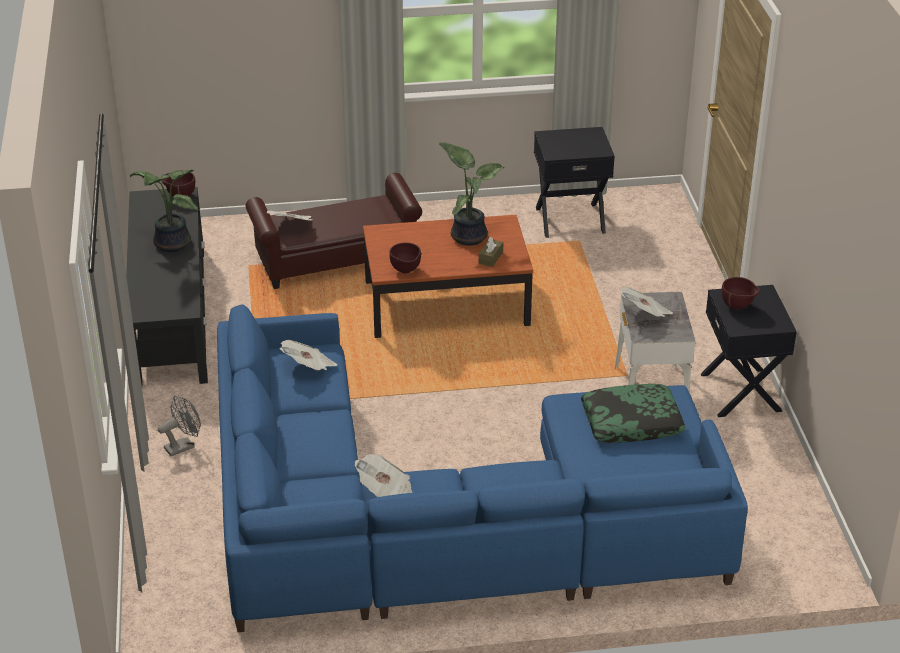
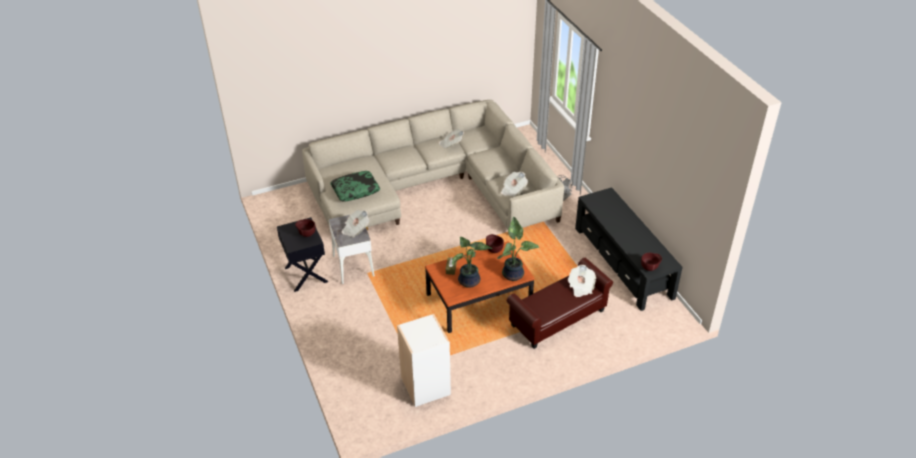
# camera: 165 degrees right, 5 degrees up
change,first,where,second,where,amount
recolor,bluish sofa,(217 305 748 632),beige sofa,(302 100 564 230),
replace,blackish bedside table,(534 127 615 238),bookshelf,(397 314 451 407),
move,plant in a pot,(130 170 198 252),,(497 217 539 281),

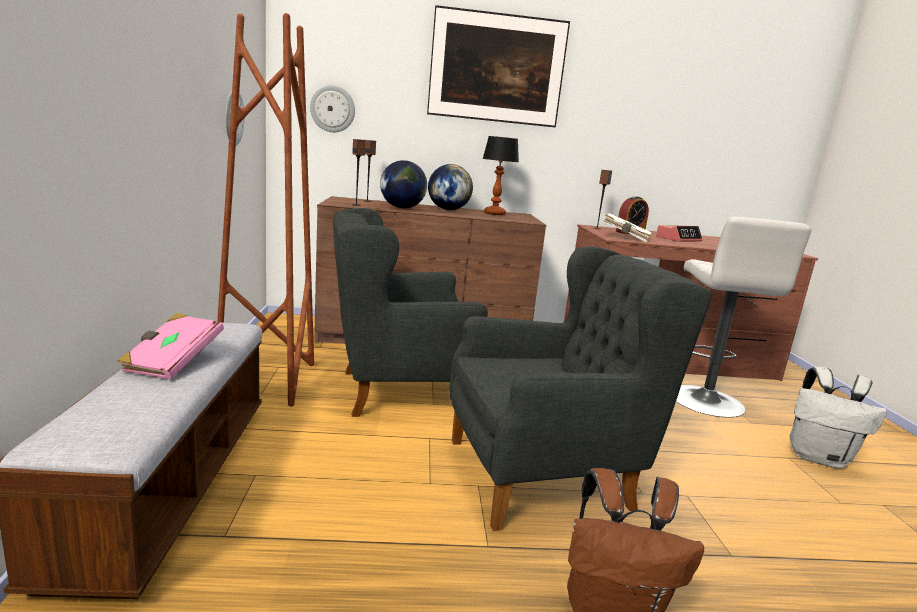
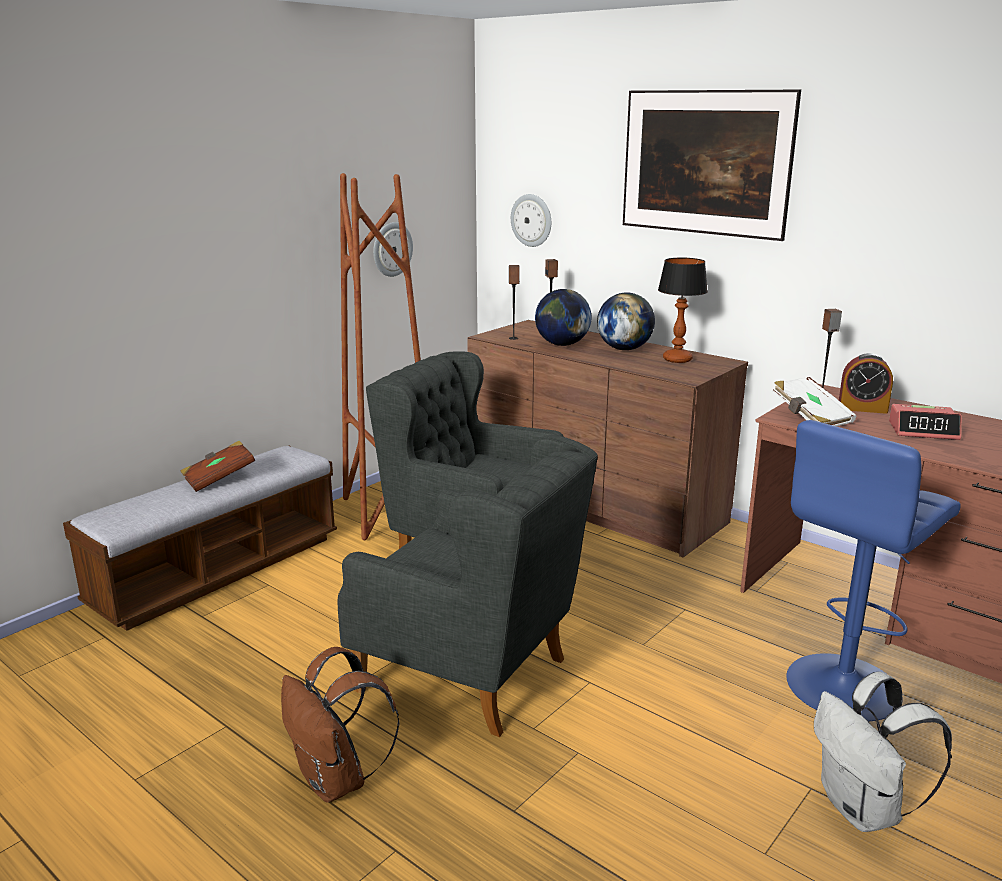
# camera: 45 degrees right, 5 degrees up
change,first,where,second,where,amount
recolor,pink book,(117 313 224 380),brownish book,(180 441 255 492),
recolor,white-coloured stool,(676 217 812 418),bluish stool,(786 420 961 722),

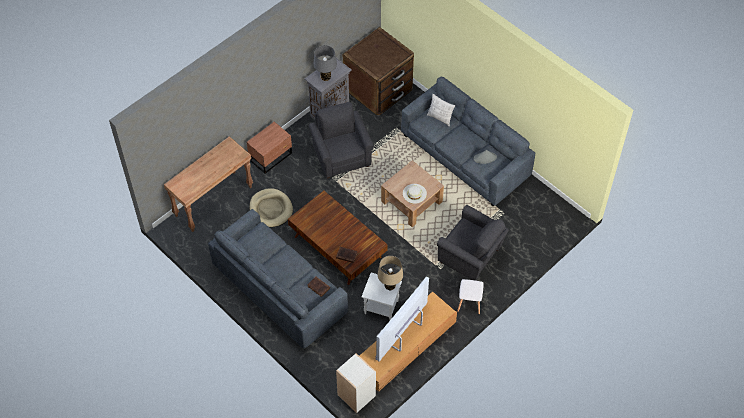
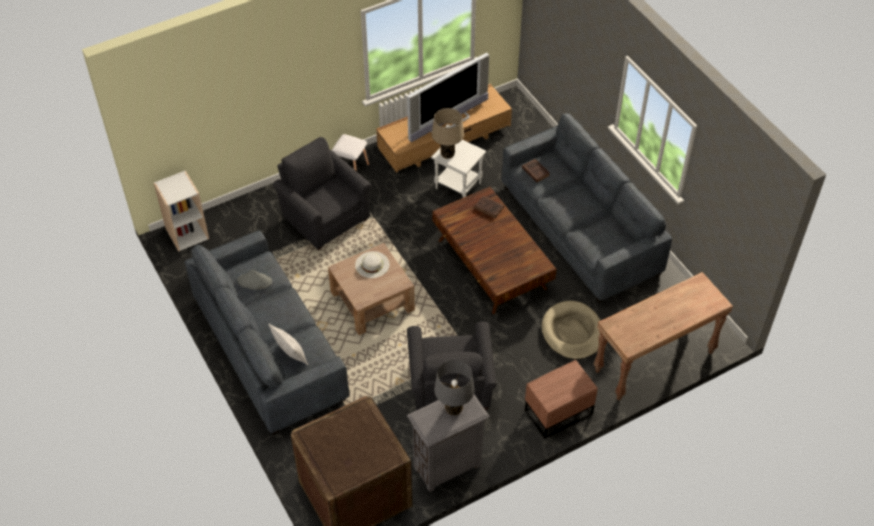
# camera: 165 degrees left, 5 degrees down
change,first,where,second,where,amount
move,bookshelf,(336 353 376 413),,(154 170 209 252),

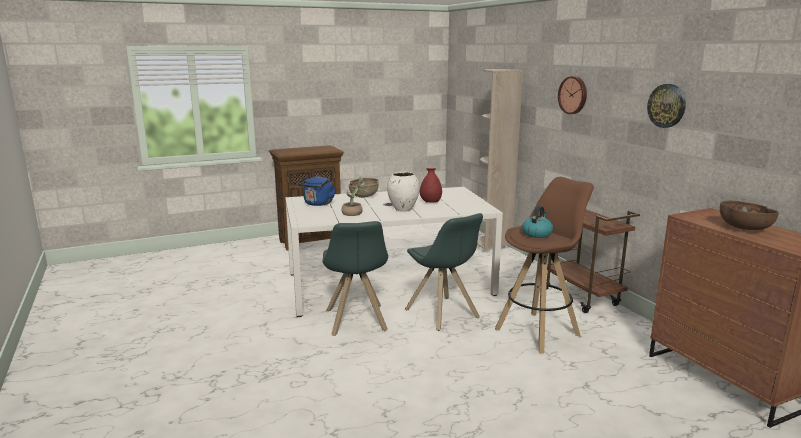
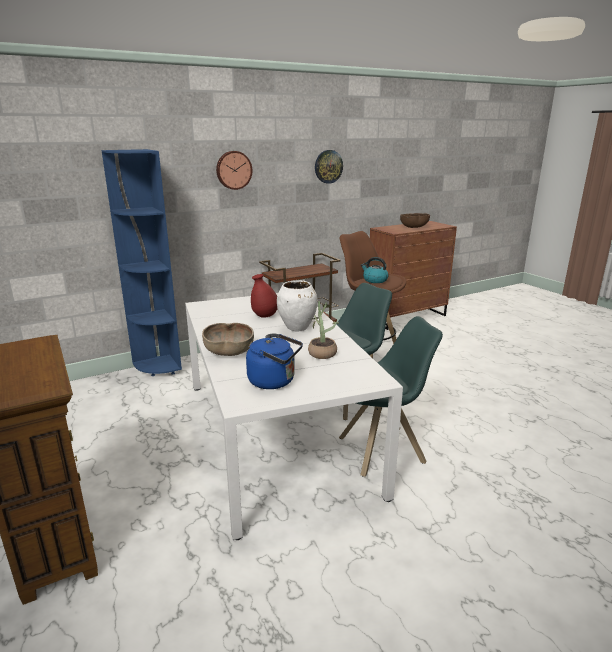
# camera: 95 degrees left, 5 degrees up
change,first,where,second,where,amount
recolor,beige bookshelf,(477 69 523 252),bluish bookshelf,(102 149 182 376),

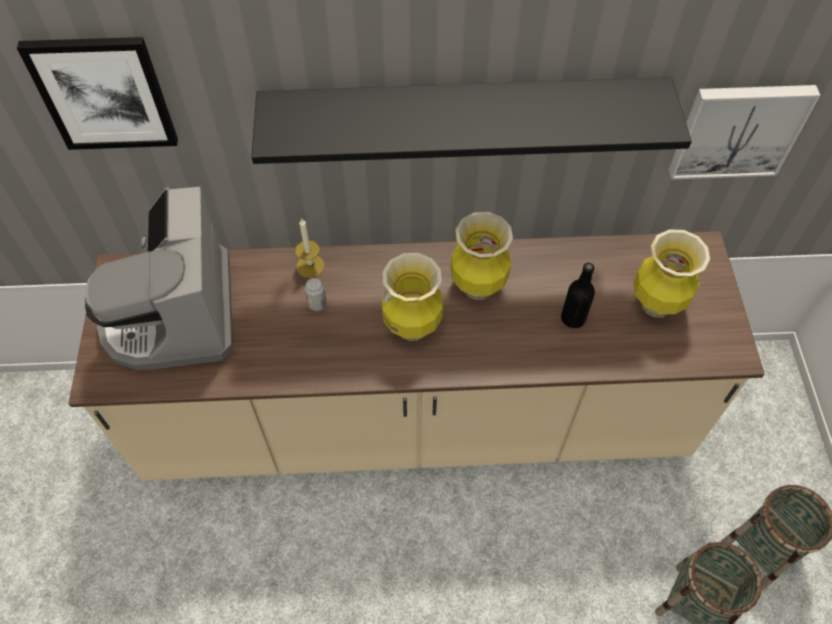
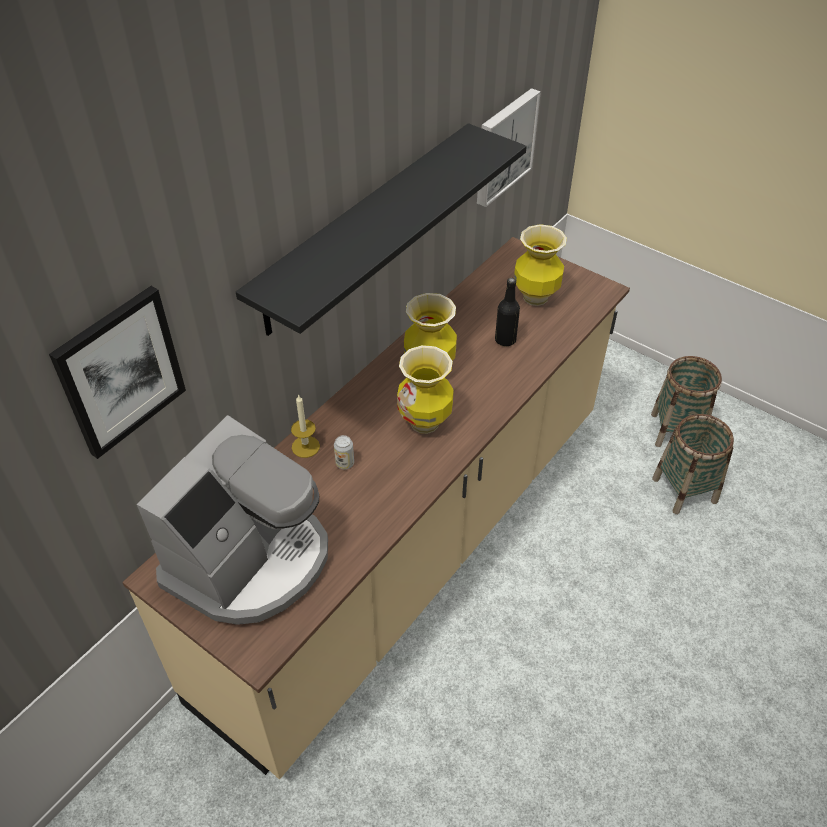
# camera: 50 degrees left, 10 degrees down
change,first,where,second,where,amount
rotate,coffee machine,(85 187 233 370),,(137 415 328 625),90 degrees counterclockwise

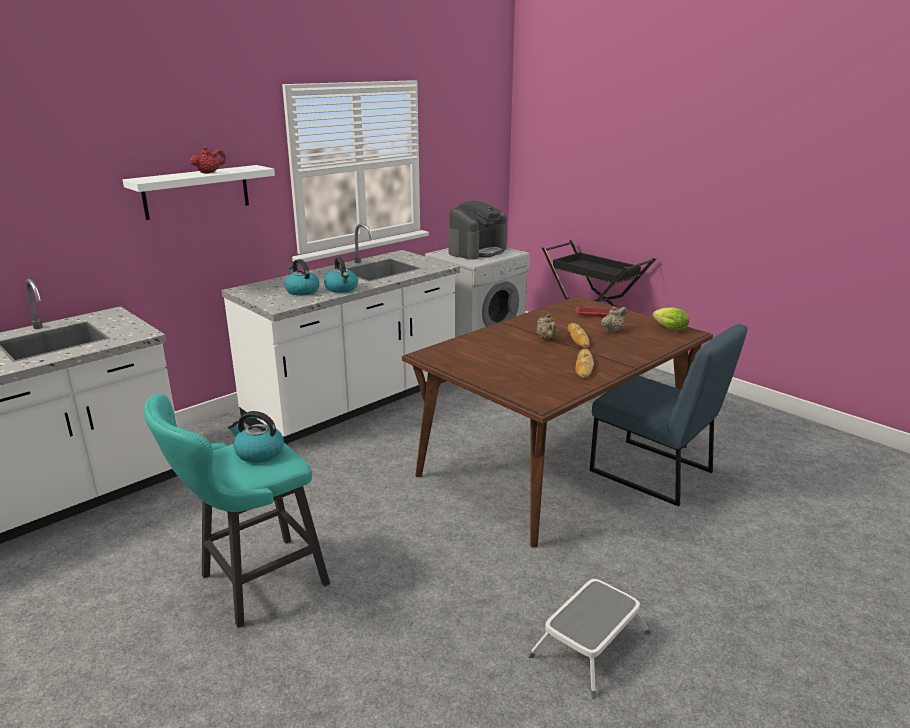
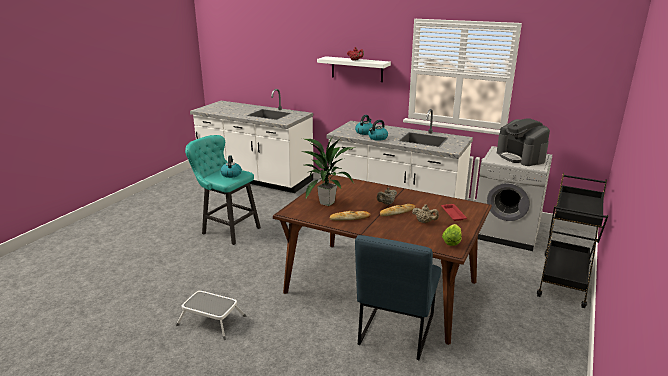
# camera: 70 degrees right, 0 degrees up
change,first,where,second,where,amount
insert,,,plant in a pot,(301 136 356 206),
rotate,coffee machine,(449 201 507 260),,(497 118 550 166),45 degrees clockwise

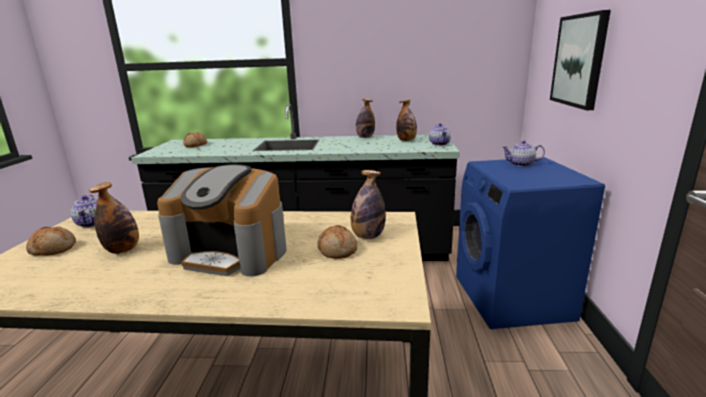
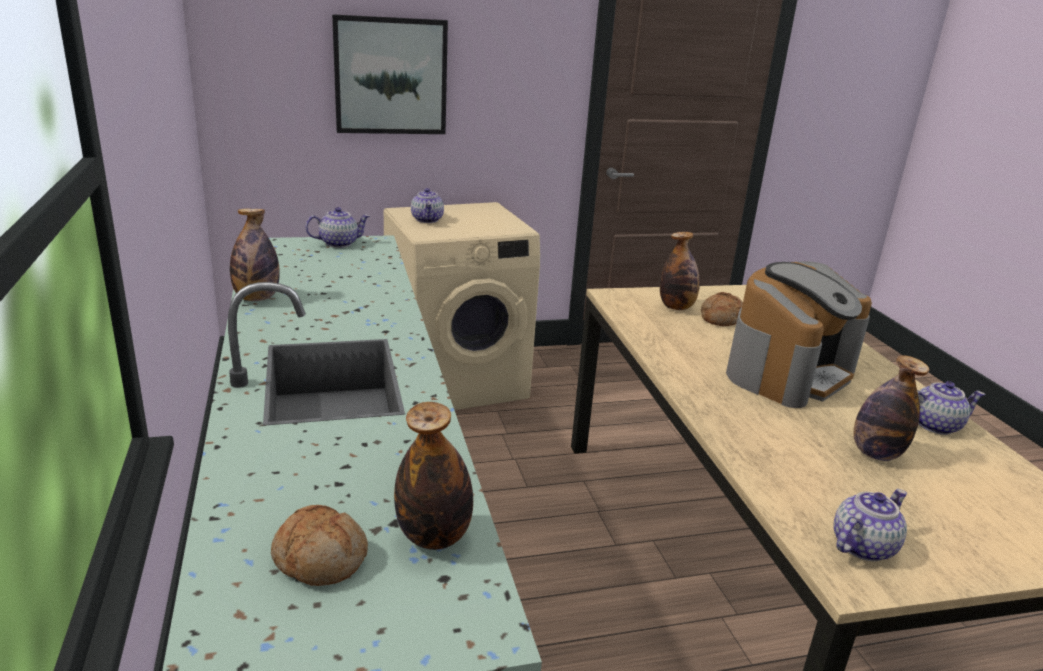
# camera: 110 degrees left, 5 degrees up
change,first,where,second,where,amount
recolor,bluish laundry appliance,(456 157 605 329),beige laundry appliance,(384 202 540 410),
move,drink bottle,(396 100 417 141),,(394 402 473 550),
rotate,coffee machine,(157 164 287 276),,(726 261 872 408),45 degrees clockwise
insert,,,tea pot,(917 381 986 435),
delete,bakery bread,(26 226 76 256),,,

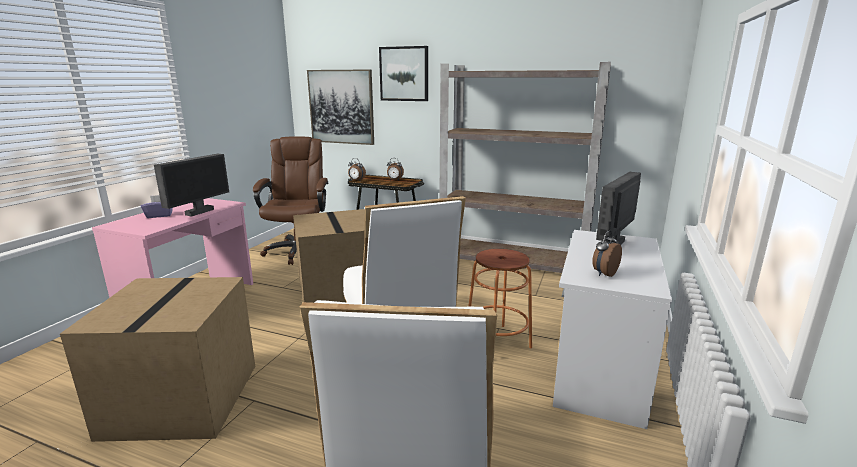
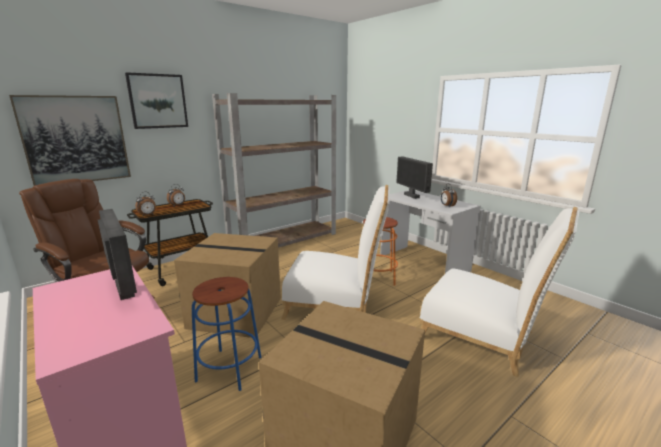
# camera: 60 degrees left, 0 degrees up
change,first,where,second,where,amount
insert,,,bluish stool,(192 277 262 391),
delete,purple-coloured box of tissues,(141 195 173 218),,,

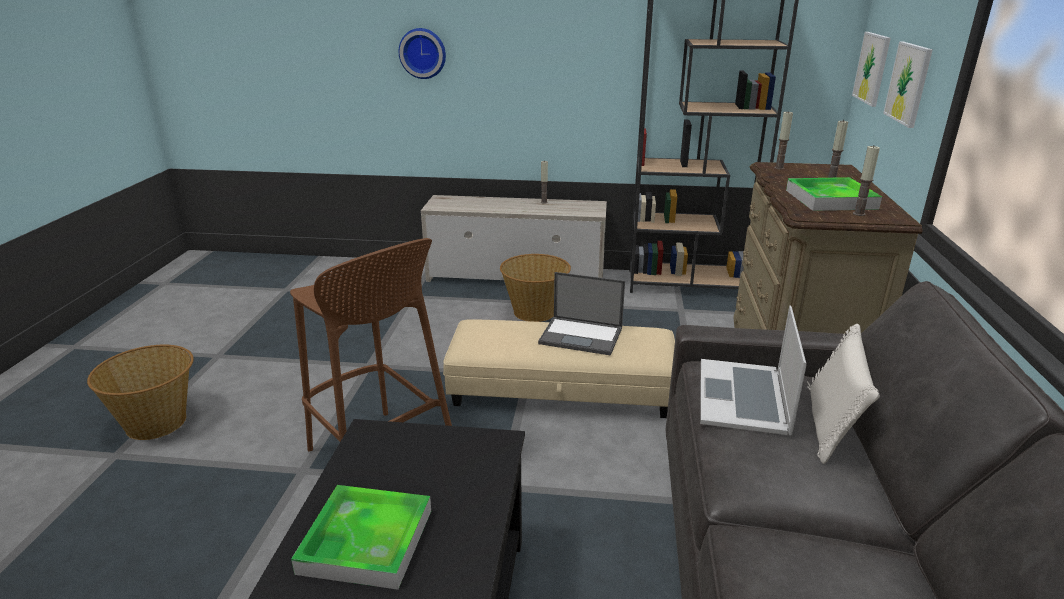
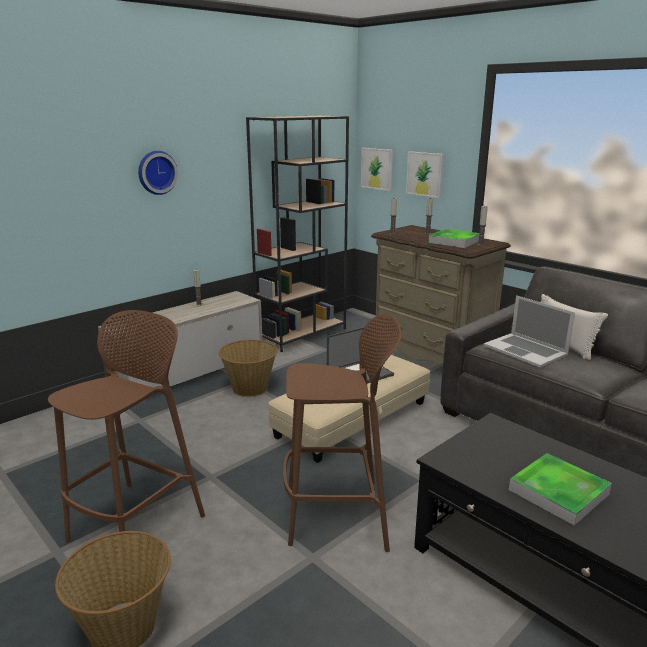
# camera: 50 degrees left, 5 degrees down
change,first,where,second,where,amount
insert,,,brownish stool,(48 310 205 543),
move,wall clock,(399 28 446 79),,(138 151 178 195),

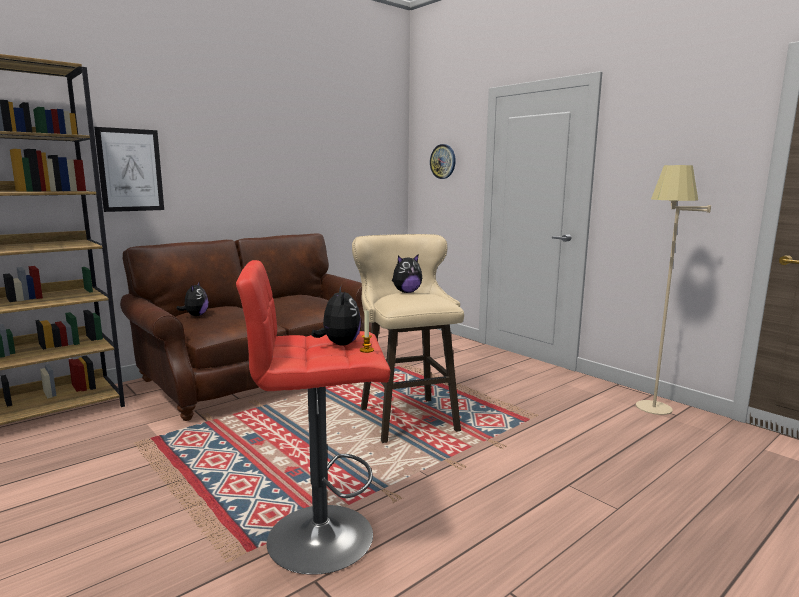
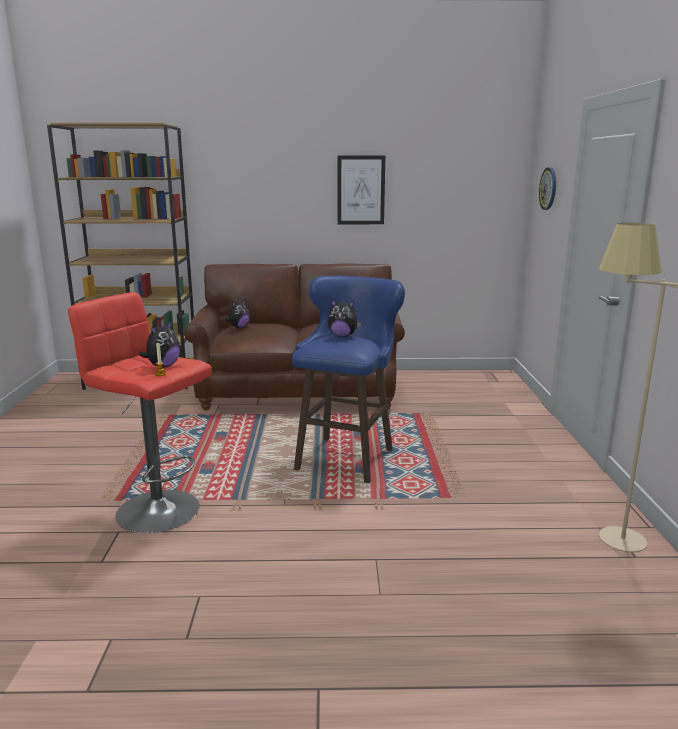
# camera: 40 degrees right, 5 degrees up
change,first,where,second,where,amount
recolor,beige stool,(352 234 464 443),bluish stool,(292 276 405 483),
move,picture,(94 127 164 212),,(338 156 385 224),

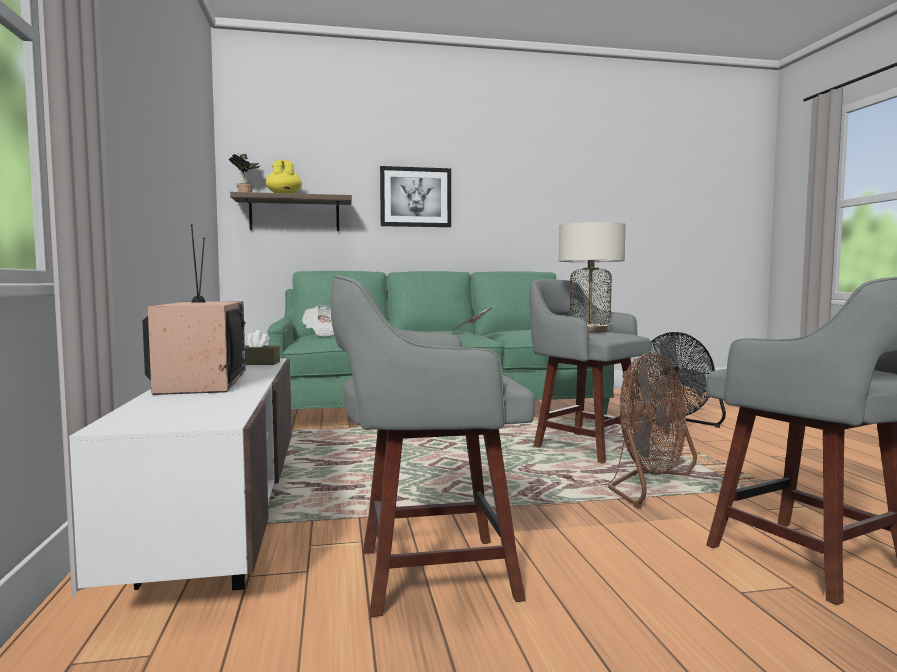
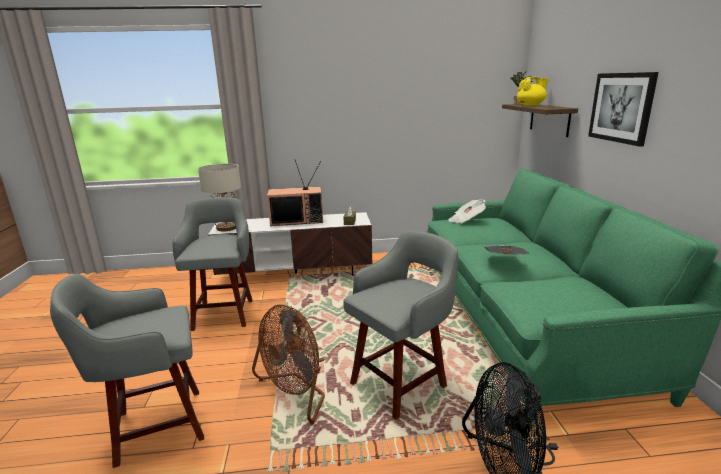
# camera: 95 degrees right, 15 degrees up
change,first,where,second,where,amount
move,table lamp,(559 222 626 333),,(198 164 241 231),

